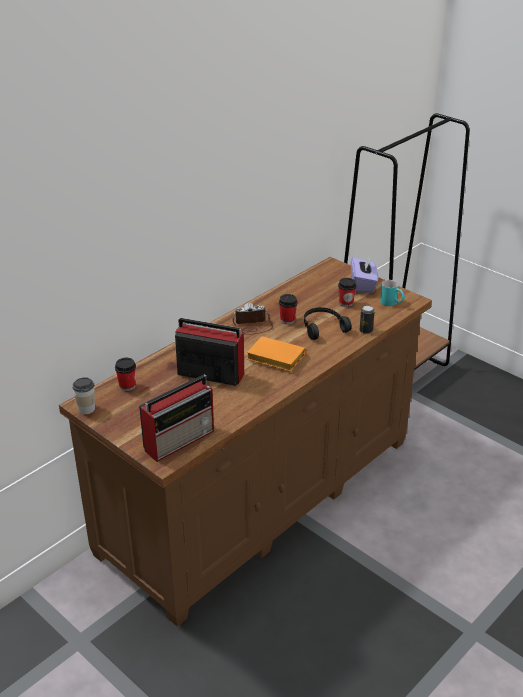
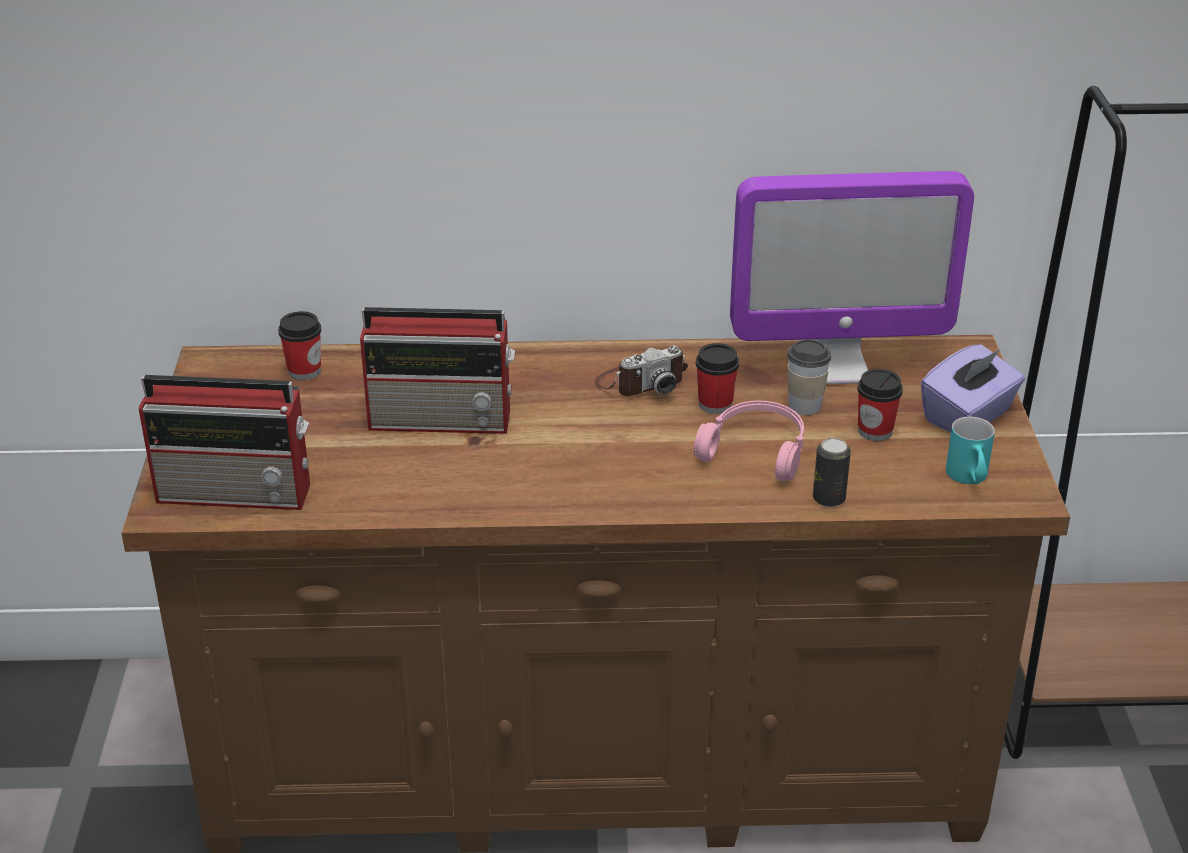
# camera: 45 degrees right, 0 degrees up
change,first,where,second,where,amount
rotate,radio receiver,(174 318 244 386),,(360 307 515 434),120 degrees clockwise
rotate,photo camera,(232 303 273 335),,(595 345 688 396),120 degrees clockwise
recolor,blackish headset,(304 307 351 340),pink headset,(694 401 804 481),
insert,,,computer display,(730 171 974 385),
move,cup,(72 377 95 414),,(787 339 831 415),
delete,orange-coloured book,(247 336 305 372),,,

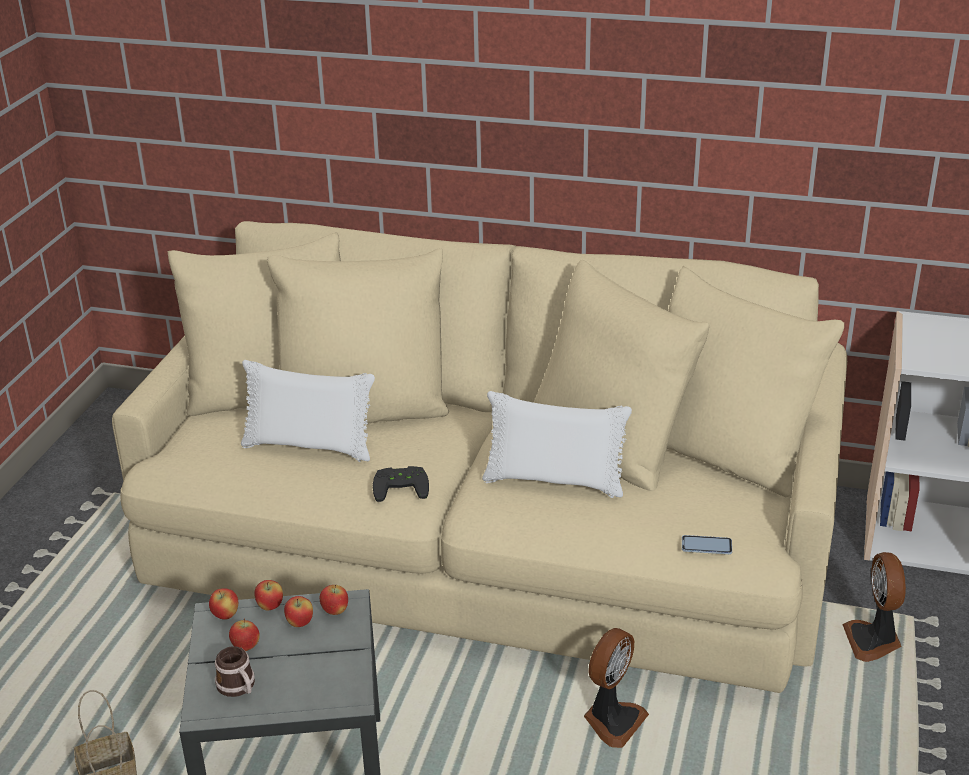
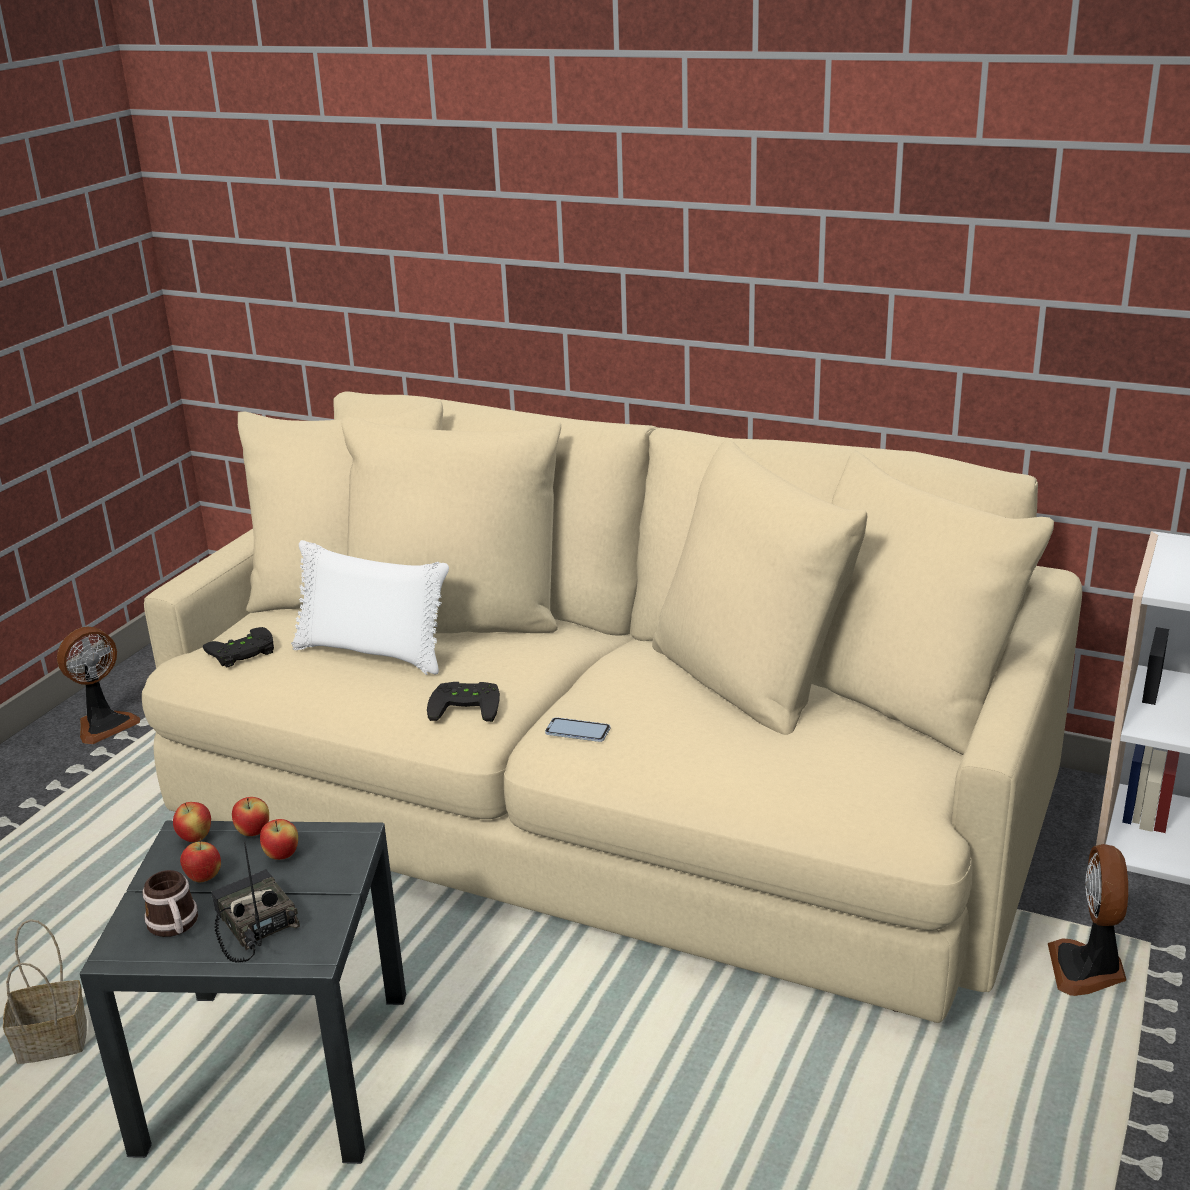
# camera: 10 degrees right, 5 degrees down
change,first,where,second,where,amount
move,fan,(584 628 649 748),,(57 627 140 744),
insert,,,blackish gamepad,(203 627 274 668),
insert,,,radio receiver,(211 841 300 963),
move,handset,(682 535 732 554),,(545 717 610 742),
delete,whole apple,(320 585 348 615),,,
delete,white-coloured throw pillow,(482 391 632 498),,,

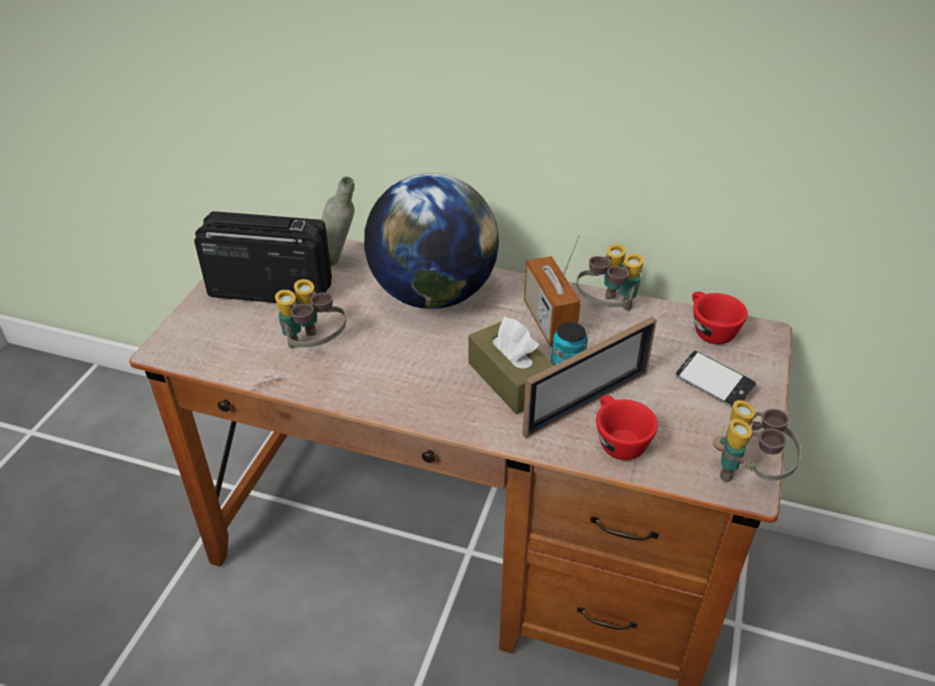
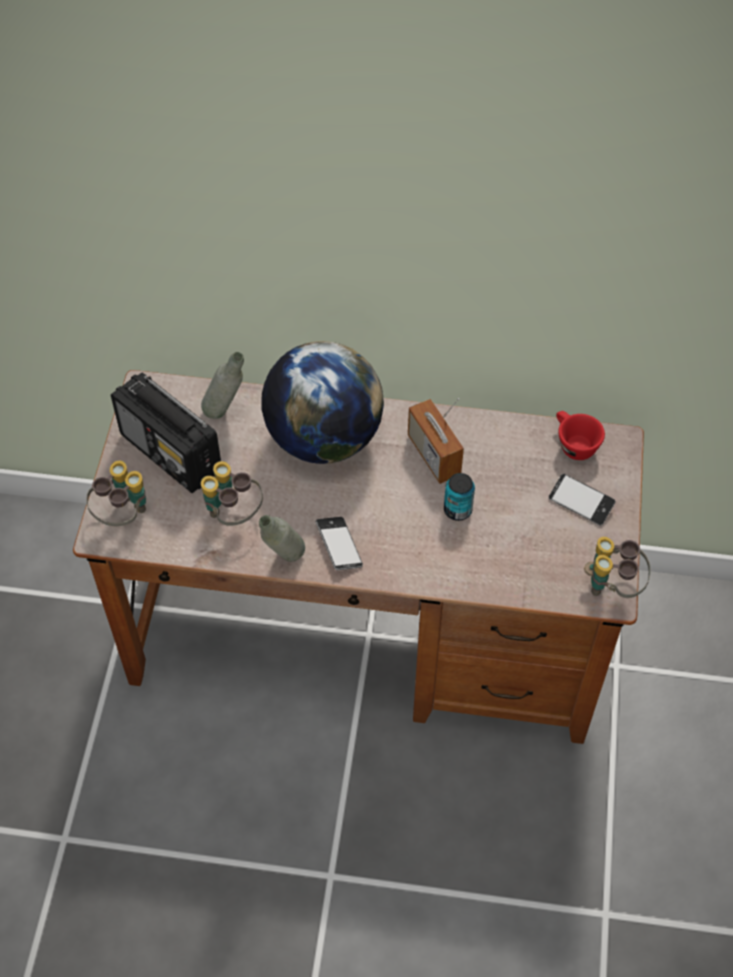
# camera: 10 degrees left, 15 degrees up
change,first,where,second,where,amount
move,binoculars,(577 244 644 311),,(86 461 146 526),
rotate,radio receiver,(194 211 332 303),,(111 373 221 493),135 degrees counterclockwise
insert,,,grey drink bottle,(259 515 305 561),
insert,,,handset,(316 517 363 570),
delete,brownish box of tissues,(468 317 554 414),,,
delete,picture frame,(522 317 657 439),,,
delete,reddish cup,(596 395 658 460),,,

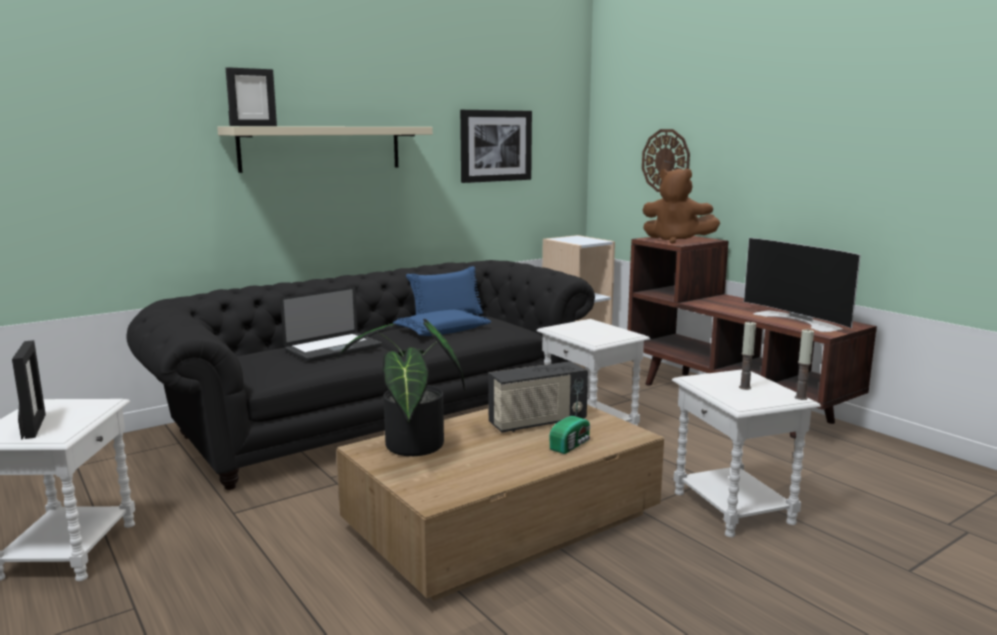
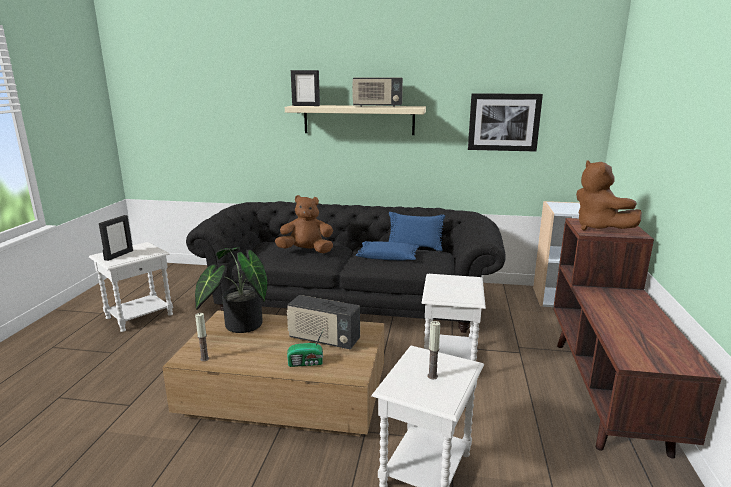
# camera: 45 degrees right, 5 degrees up
change,first,where,second,where,amount
move,wax candle,(795 329 814 400),,(195 313 209 361),
replace,portable computer,(280 286 382 362),brownish cuddly toy,(275 195 333 253),
insert,,,radio receiver,(352 77 403 107),
delete,wall clock,(642 129 690 192),,,
delete,television,(744 238 861 332),,,

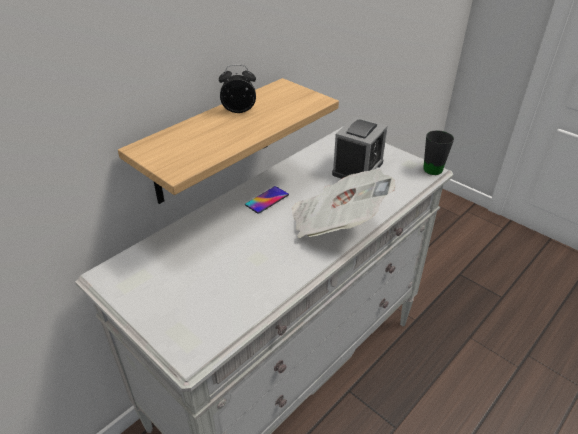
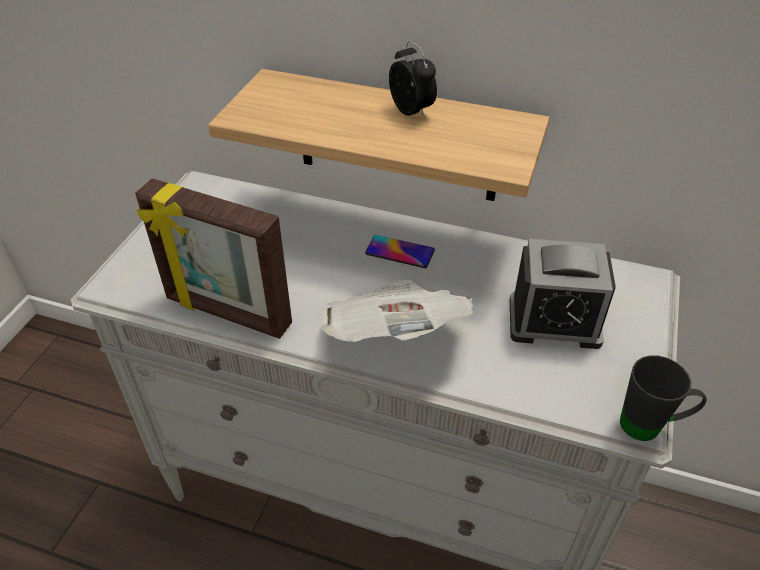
# camera: 65 degrees right, 5 degrees up
change,first,where,second,where,amount
insert,,,picture frame,(135 178 292 339),

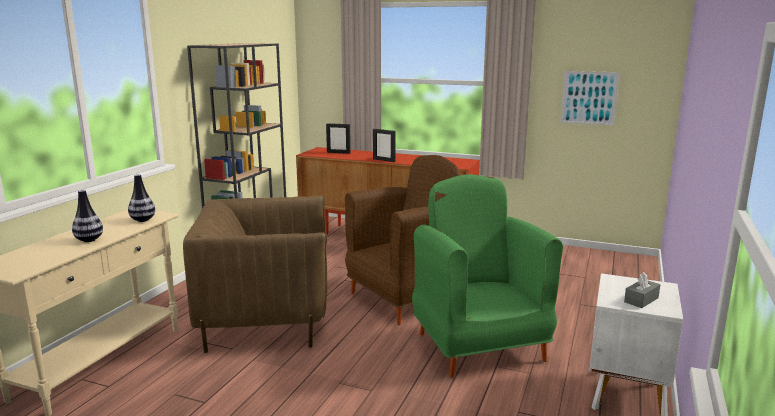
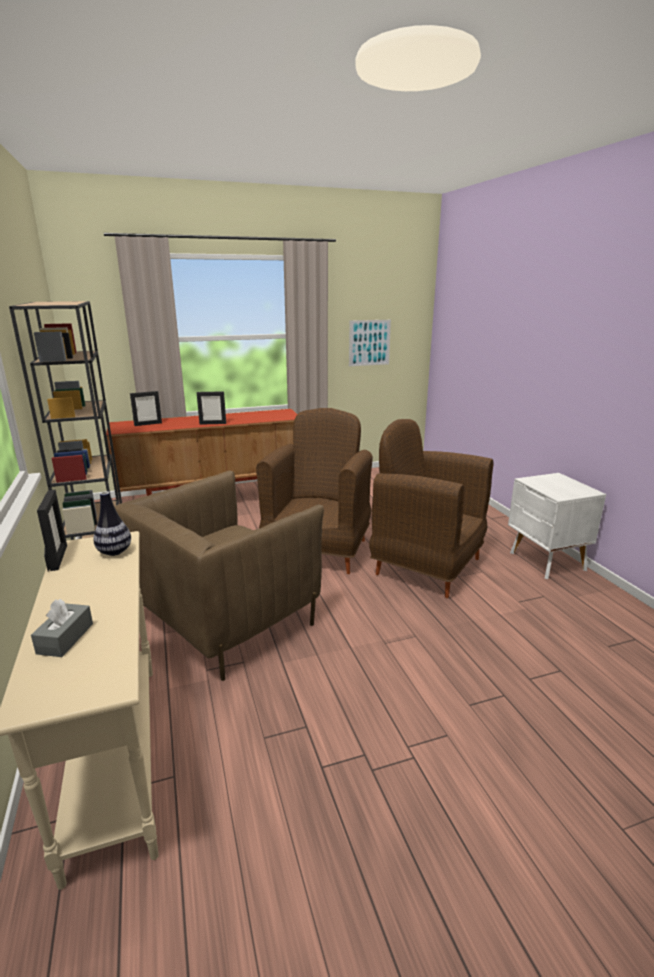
# camera: 40 degrees left, 5 degrees up
change,first,where,second,where,amount
move,grey box of tissues,(624 272 660 308),,(31 599 93 657),
insert,,,picture frame,(37 490 67 571),
recolor,green-coloured easy chair,(412 174 563 378),brownish easy chair,(369 419 494 598),
delete,vase,(72 190 103 242),,,

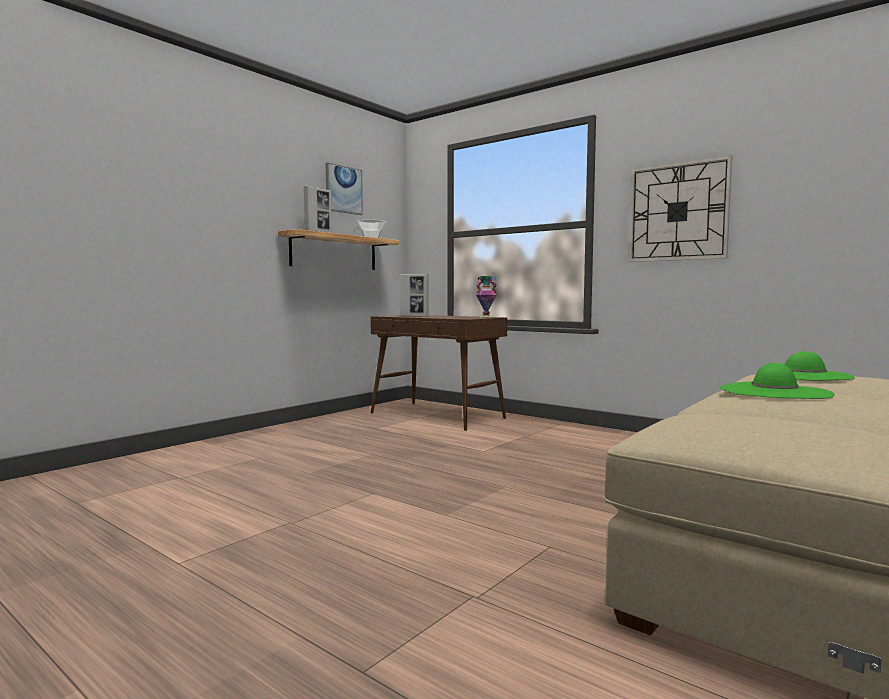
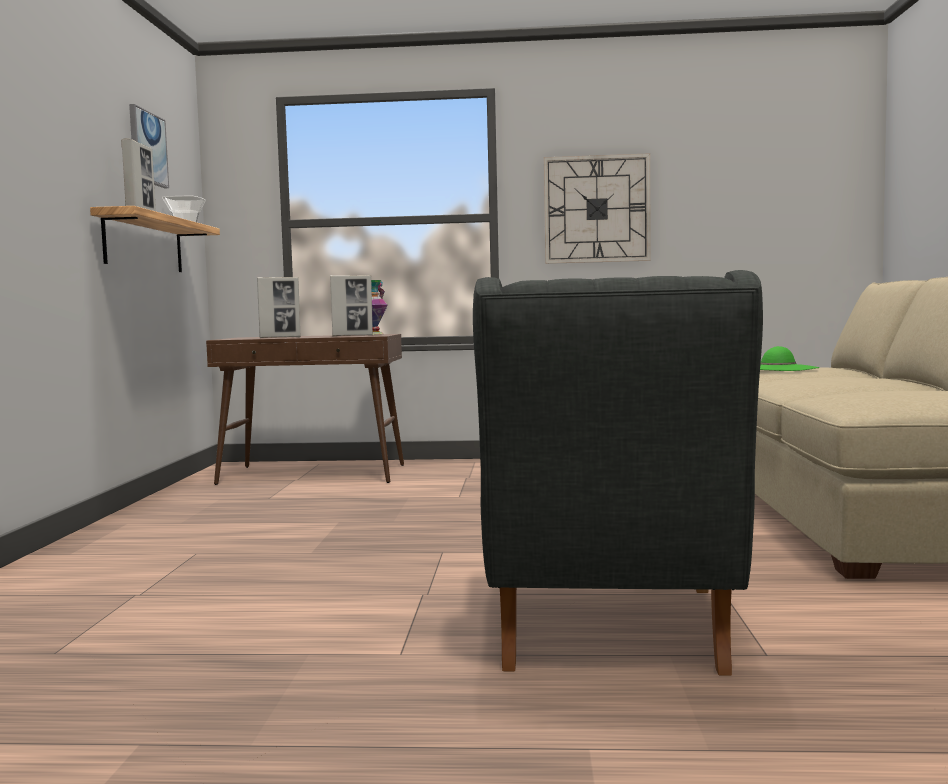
# camera: 35 degrees left, 0 degrees up
change,first,where,second,where,amount
insert,,,picture frame,(330 275 373 336),
insert,,,grey easy chair,(473 270 763 676),
delete,green-coloured wearable hat,(720 363 835 399),,,

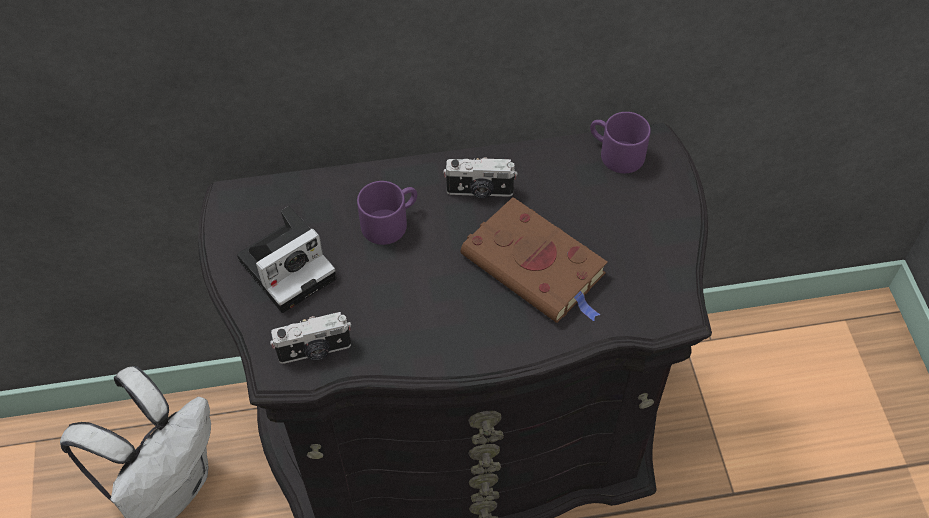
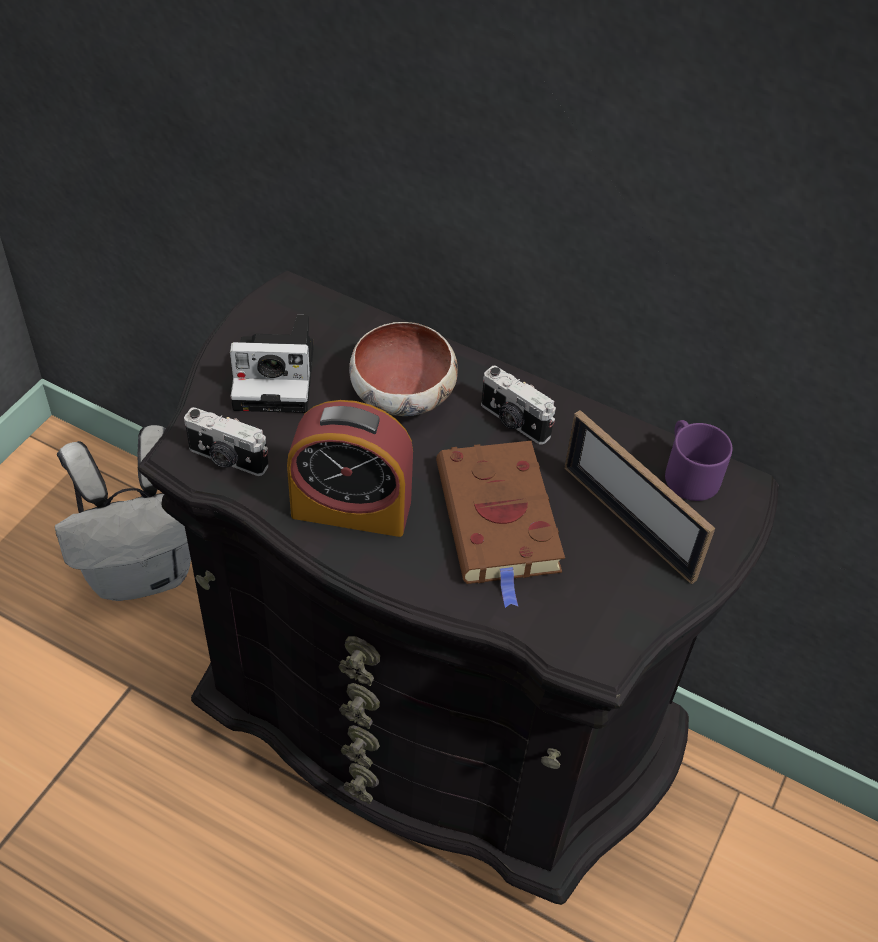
# camera: 35 degrees right, 5 degrees down
change,first,where,second,where,amount
insert,,,alarm clock,(287 400 413 537),
replace,purple-coloured tea mug,(357 181 417 245),serving bowl,(349 322 458 416),
insert,,,picture frame,(564 410 715 584),

